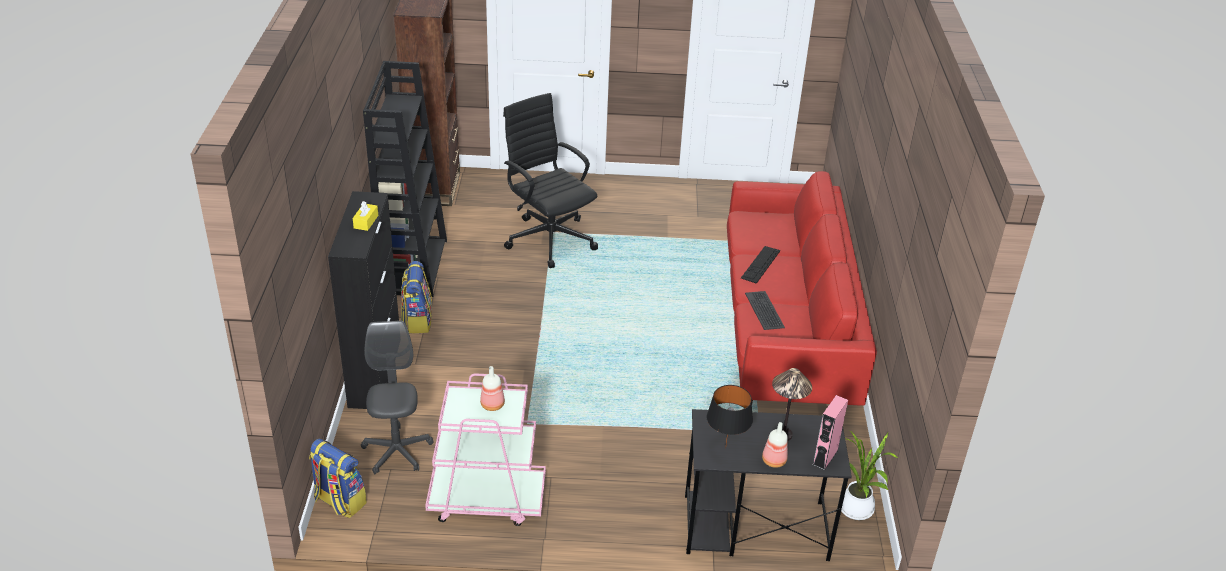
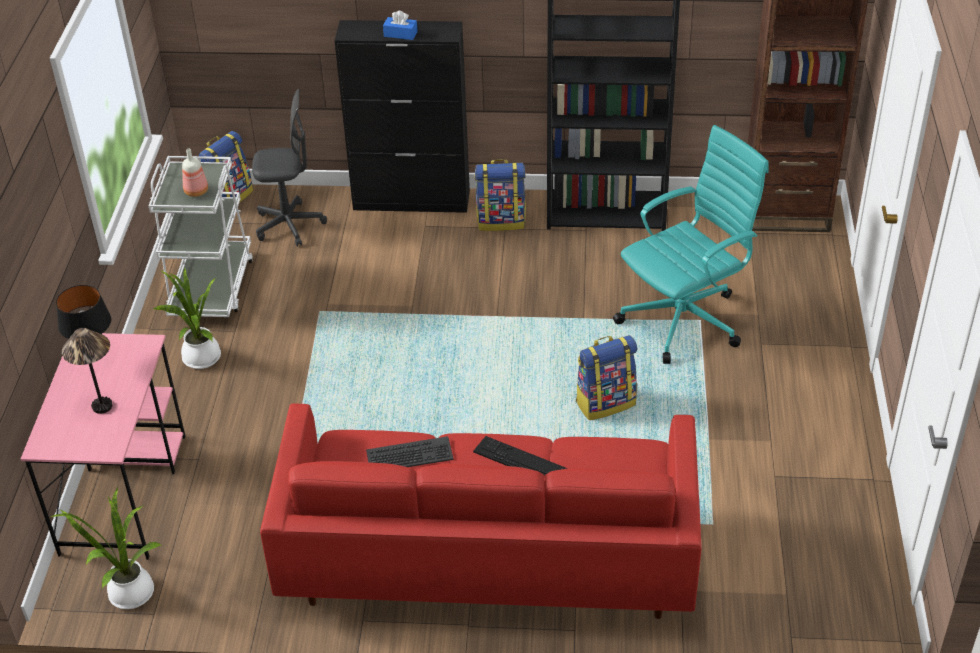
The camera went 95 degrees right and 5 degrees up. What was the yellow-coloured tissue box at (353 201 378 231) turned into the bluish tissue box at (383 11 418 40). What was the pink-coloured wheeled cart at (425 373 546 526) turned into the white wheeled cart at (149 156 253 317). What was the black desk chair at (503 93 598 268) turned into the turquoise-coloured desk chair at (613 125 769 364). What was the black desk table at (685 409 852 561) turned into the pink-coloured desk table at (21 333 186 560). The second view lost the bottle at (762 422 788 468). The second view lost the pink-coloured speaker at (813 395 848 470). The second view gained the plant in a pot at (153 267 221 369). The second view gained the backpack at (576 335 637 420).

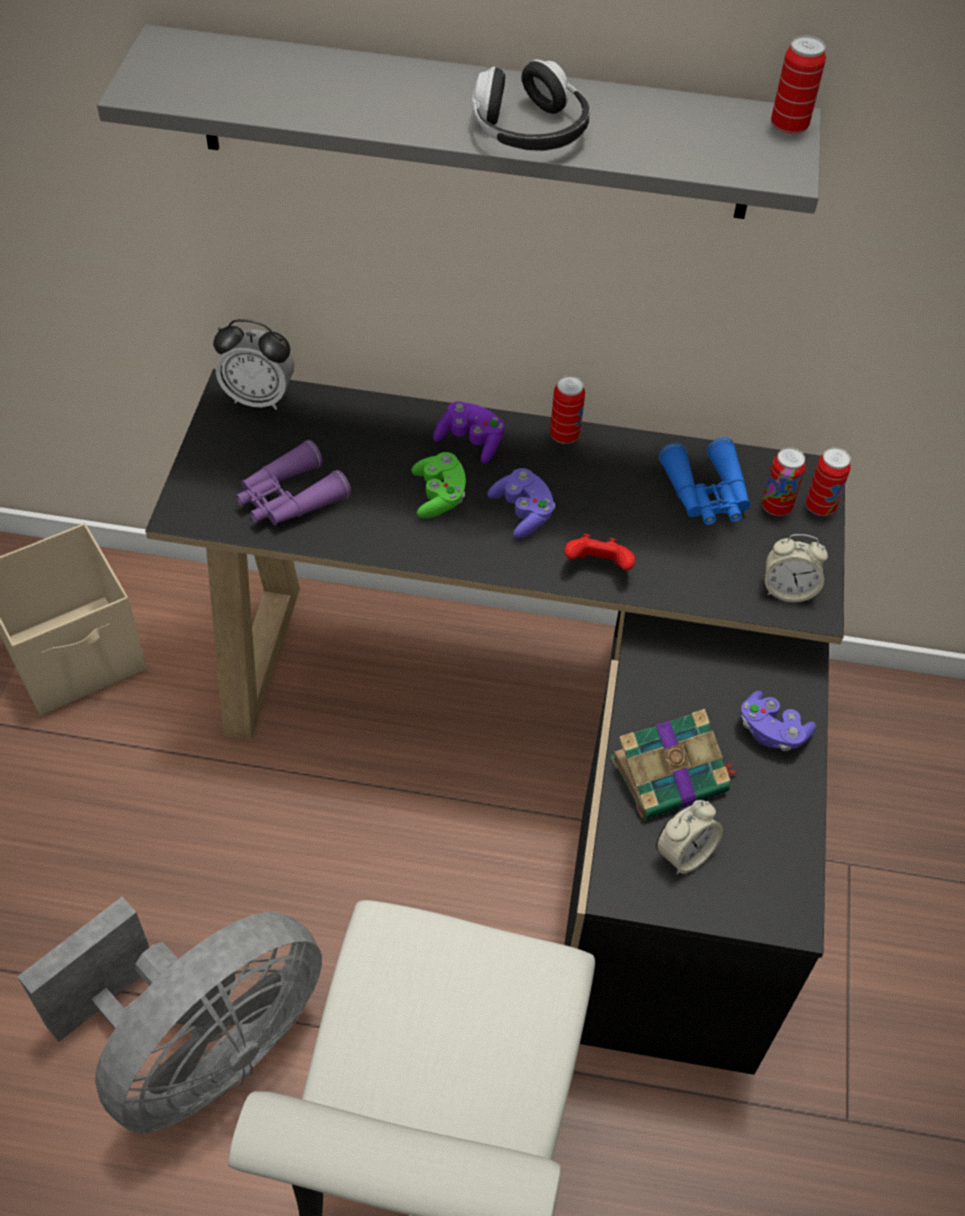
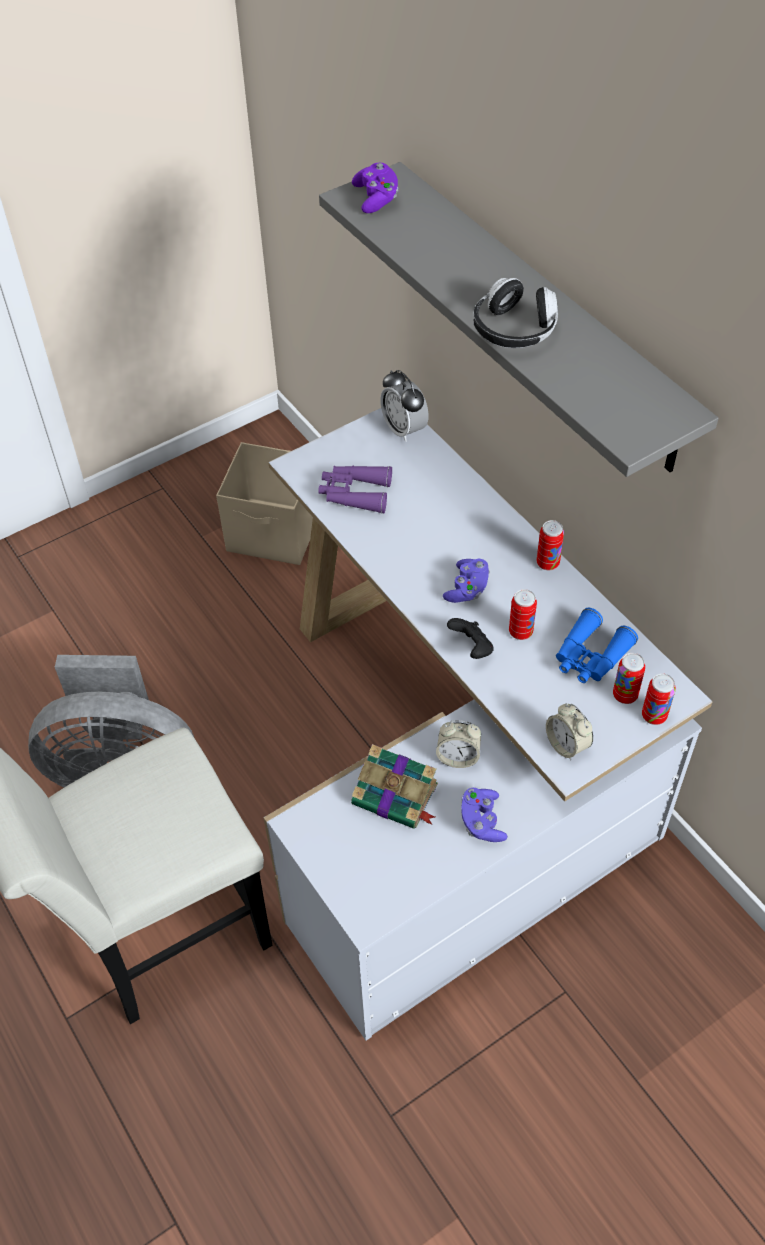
The camera went 50 degrees right and 0 degrees up. What was the black desk table at (145 369 845 1075) turned into the white desk table at (264 408 712 1041). The second view lost the green-coloured joypad at (411 452 466 519). The purple-coloured joypad ended up elsewhere, having gone from (433 401 505 464) to (352 162 398 213). What was the red-coloured joypad at (564 534 635 570) turned into the black joypad at (447 618 494 659). The bedside clock ended up elsewhere, having gone from (656 800 723 875) to (436 720 481 768). The sealed can ended up elsewhere, having gone from (771 36 826 135) to (509 589 537 640).

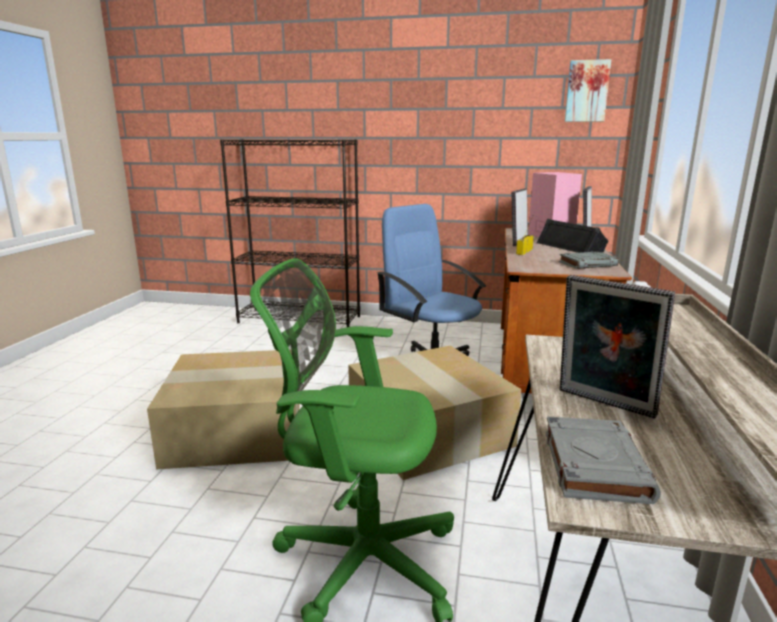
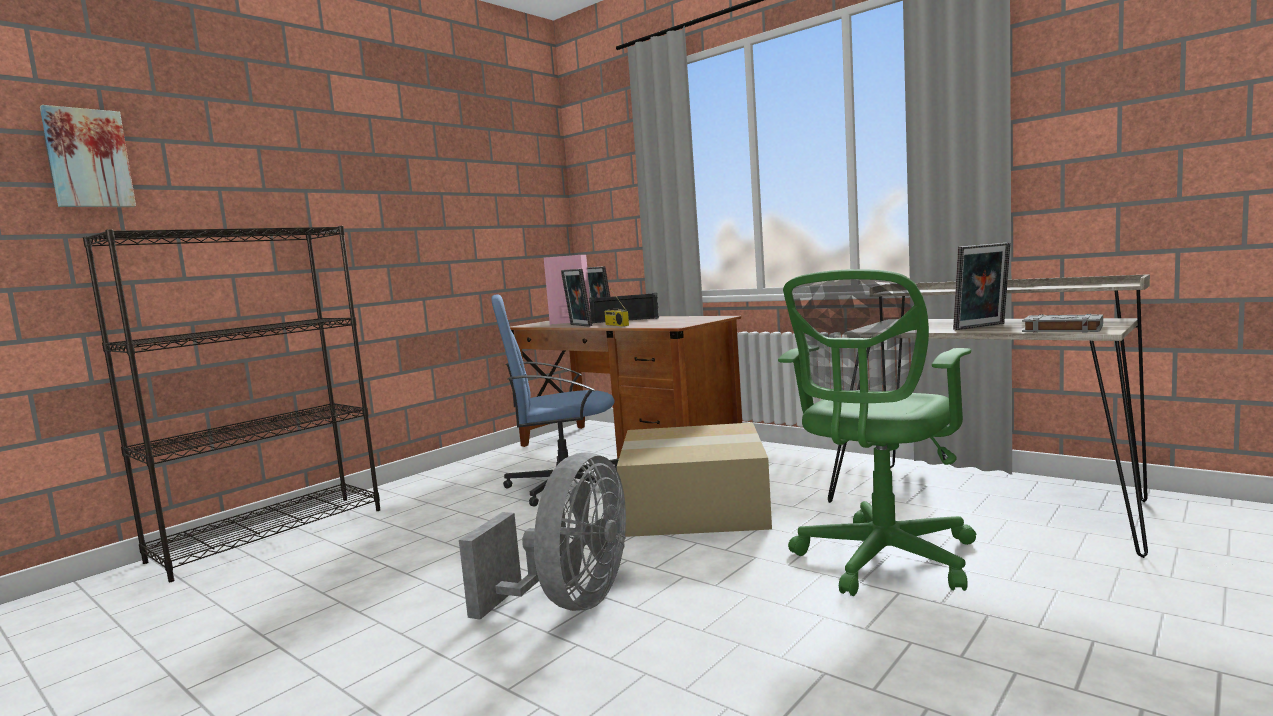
The camera went 60 degrees left and 10 degrees down. Where the carton stood at (147 350 300 470), the gray electric fan came to stand at (459 452 626 620). The second view lost the gray book at (559 251 619 269). The wall picture ended up elsewhere, having gone from (565 59 612 122) to (40 105 136 207).

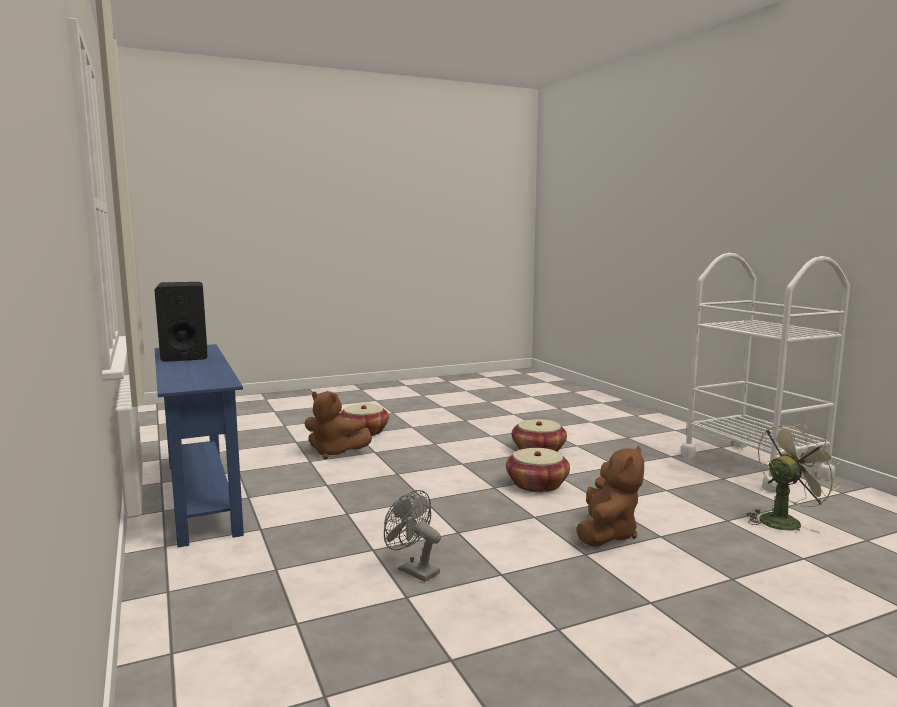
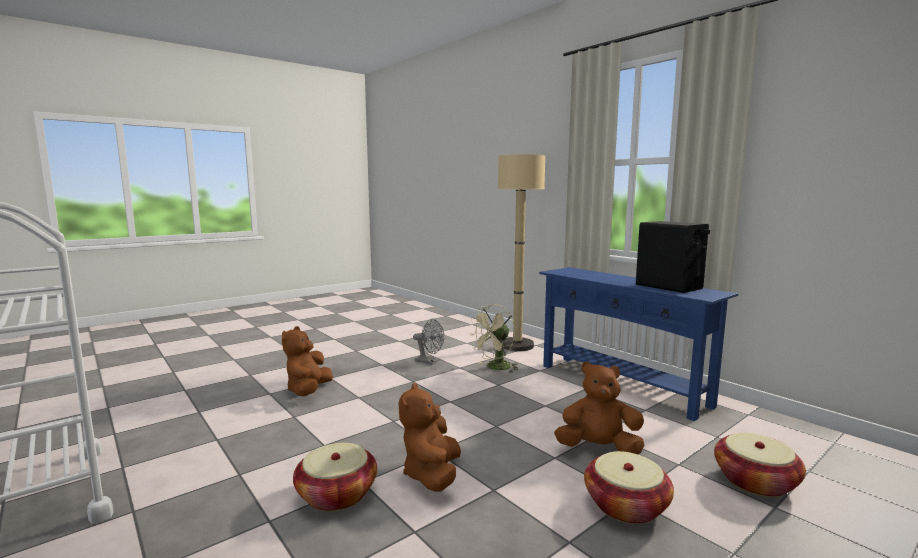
The camera went 165 degrees right and 0 degrees up. The household basket ended up elsewhere, having gone from (506 448 570 493) to (714 432 806 497). The beige-coloured electric fan ended up elsewhere, having gone from (746 423 841 534) to (469 304 519 373). The second view gained the brown cuddly toy at (398 383 461 492). The second view gained the beige-coloured floor lamp at (498 154 545 351).

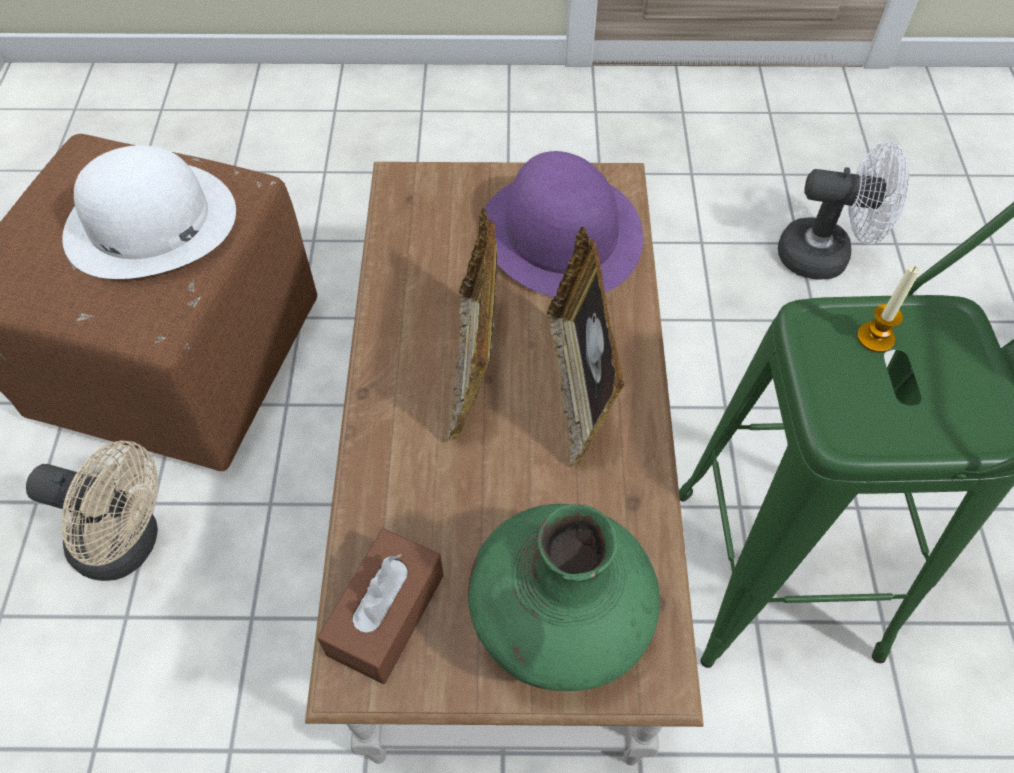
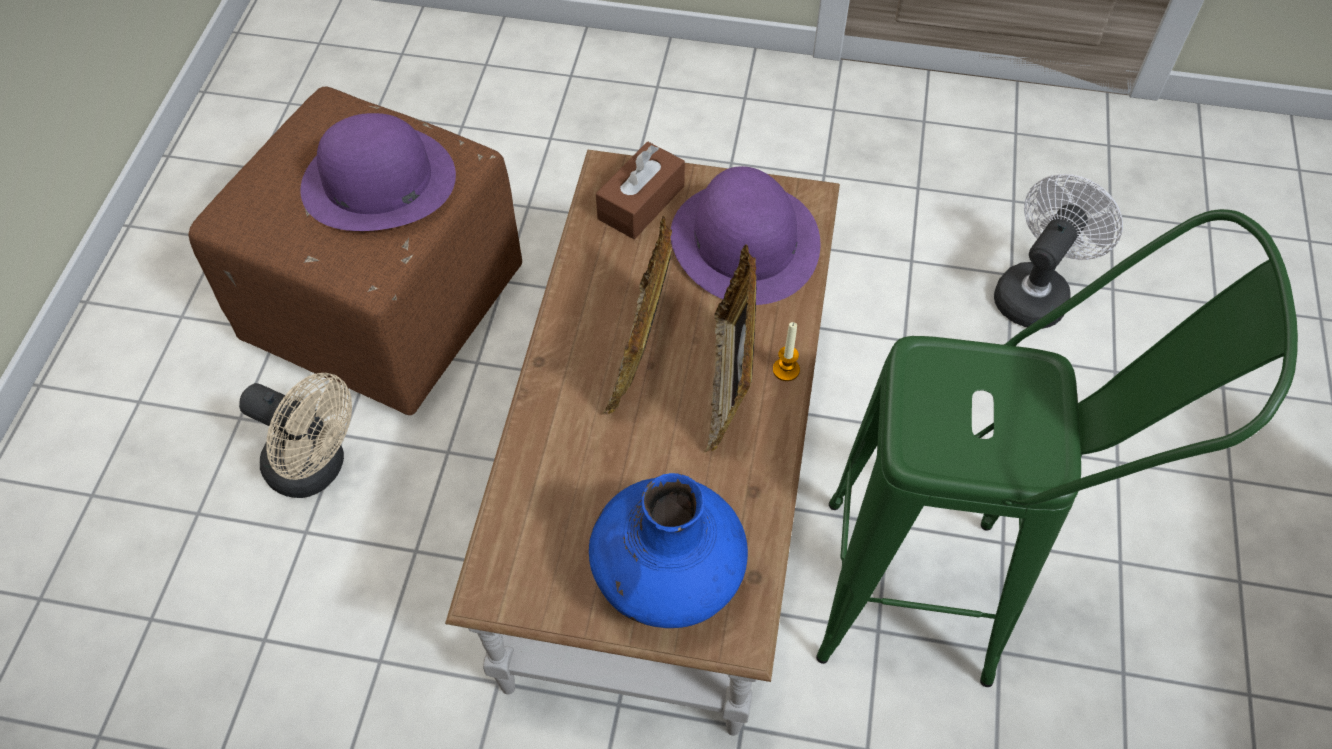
The camera went 10 degrees right and 0 degrees up. What was the white wearable hat at (62 145 236 279) turned into the purple-coloured wearable hat at (300 113 456 231). The brown tissue box ended up elsewhere, having gone from (317 528 444 684) to (596 142 685 239). What was the green-coloured decorative vase at (468 504 660 691) turned into the bluish decorative vase at (589 473 748 628). The white electric fan at (778 142 909 280) ended up facing another way, 75 degrees counterclockwise from before. The wax light ended up elsewhere, having gone from (857 266 920 353) to (773 322 800 381).

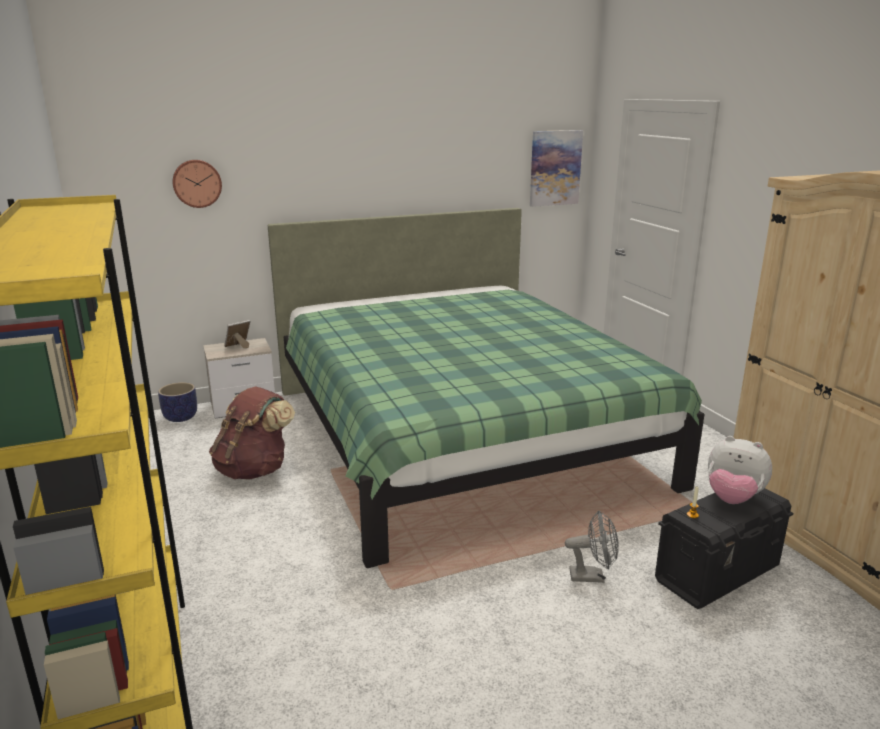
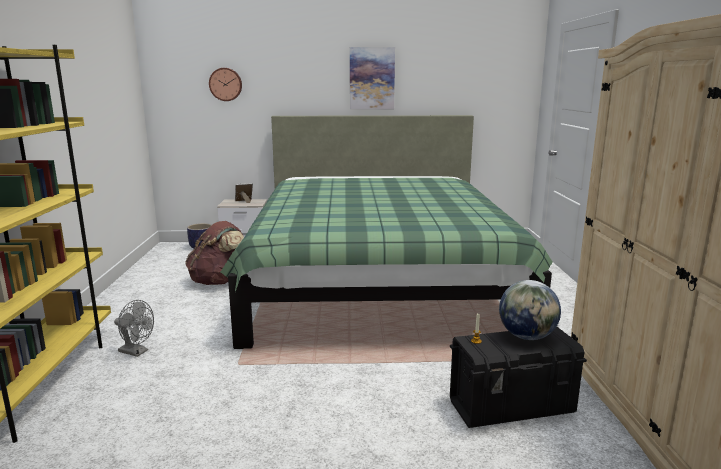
The camera went 20 degrees right and 5 degrees down. The wall picture ended up elsewhere, having gone from (530 130 583 207) to (350 47 395 109). The gray electric fan ended up elsewhere, having gone from (565 510 619 583) to (114 300 154 357). Where the cuddly toy stood at (708 436 772 504), the desk globe came to stand at (499 280 561 340).

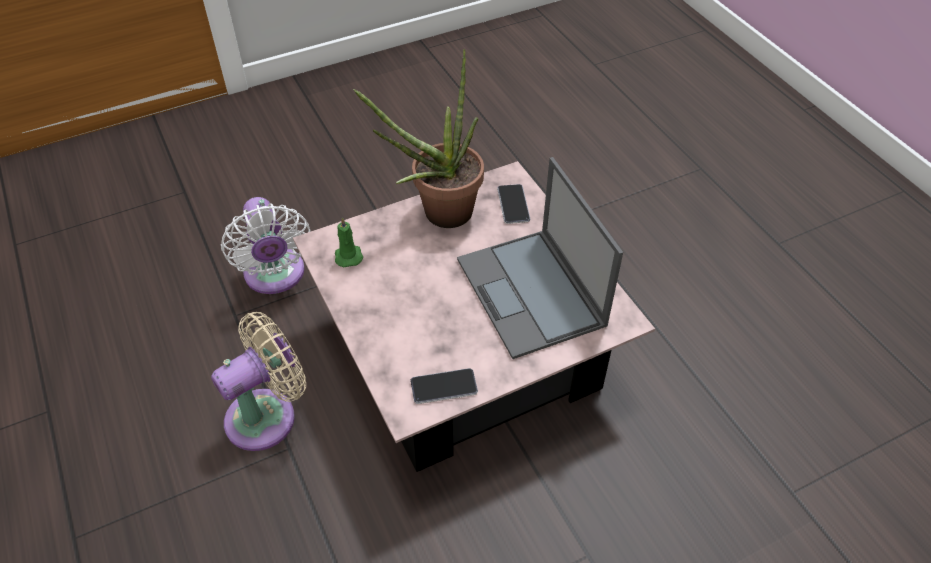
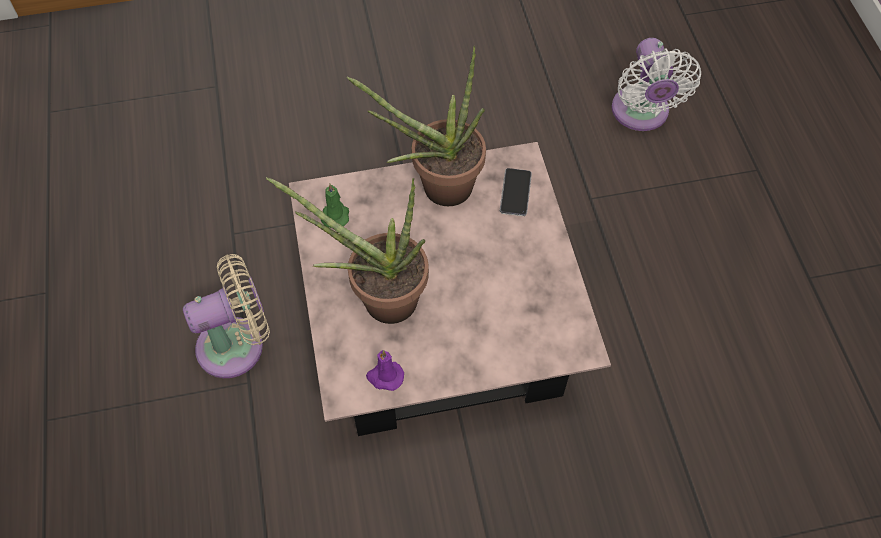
The camera went 15 degrees right and 10 degrees up. The white electric fan ended up elsewhere, having gone from (221 197 311 294) to (612 38 701 131). Where the phone stood at (411 368 478 404), the purple-coloured wax light came to stand at (366 350 404 391). The second view lost the notebook computer at (457 157 623 359). The second view gained the plant in a pot at (266 177 429 324).

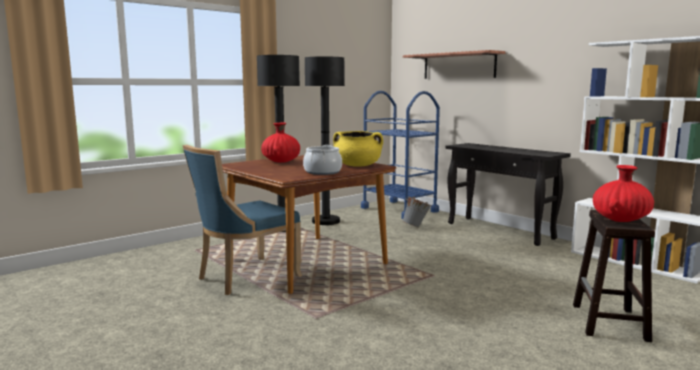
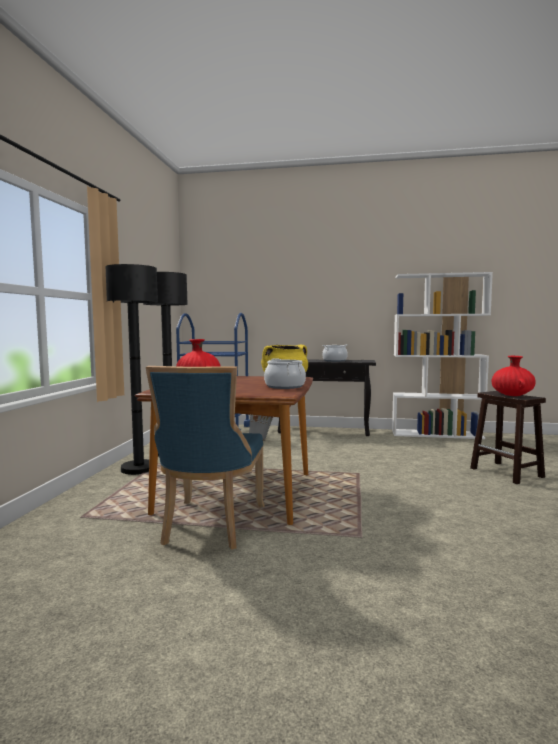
The camera went 40 degrees left and 5 degrees down. The second view lost the wall shelf at (403 50 506 79). The second view gained the cooking pot at (322 344 348 362).

